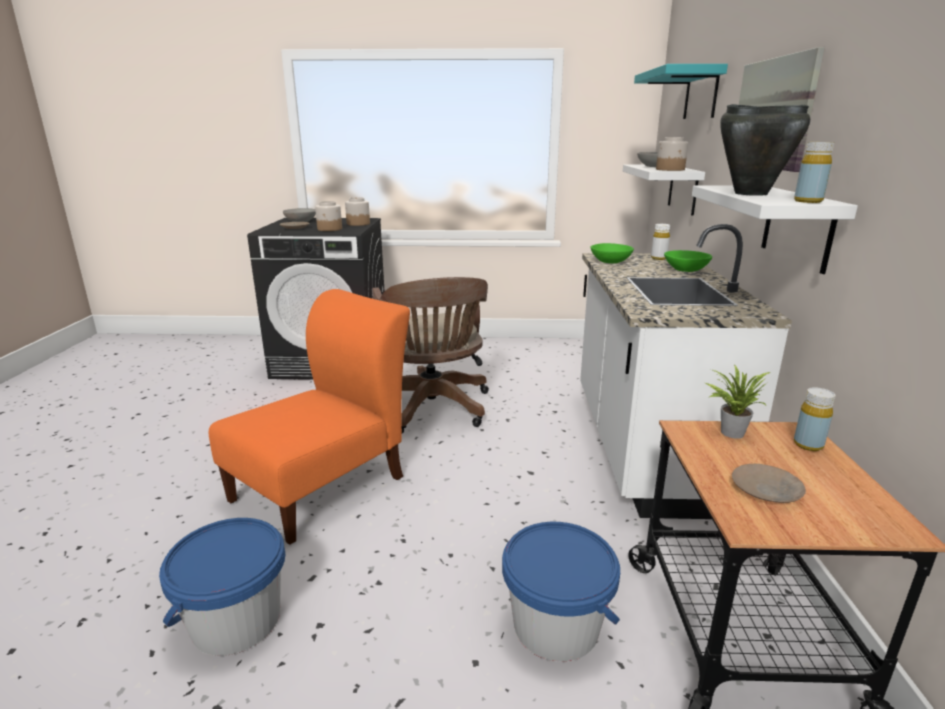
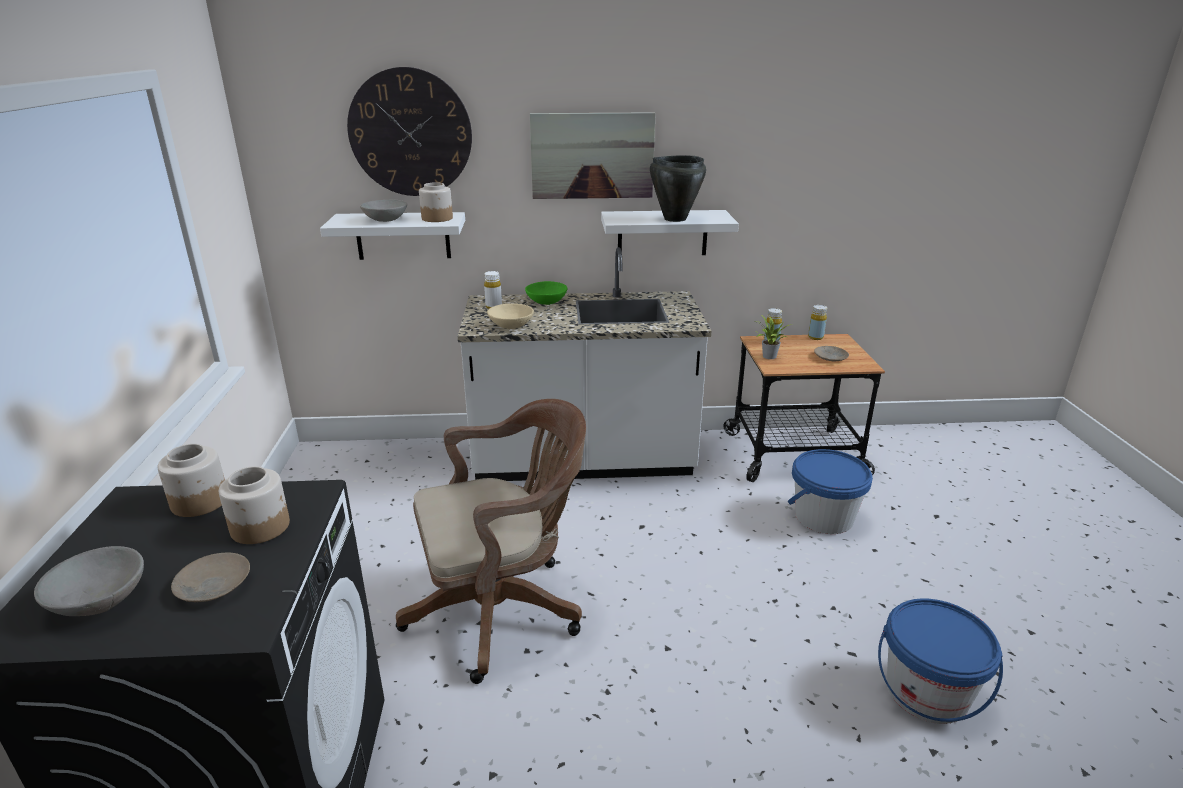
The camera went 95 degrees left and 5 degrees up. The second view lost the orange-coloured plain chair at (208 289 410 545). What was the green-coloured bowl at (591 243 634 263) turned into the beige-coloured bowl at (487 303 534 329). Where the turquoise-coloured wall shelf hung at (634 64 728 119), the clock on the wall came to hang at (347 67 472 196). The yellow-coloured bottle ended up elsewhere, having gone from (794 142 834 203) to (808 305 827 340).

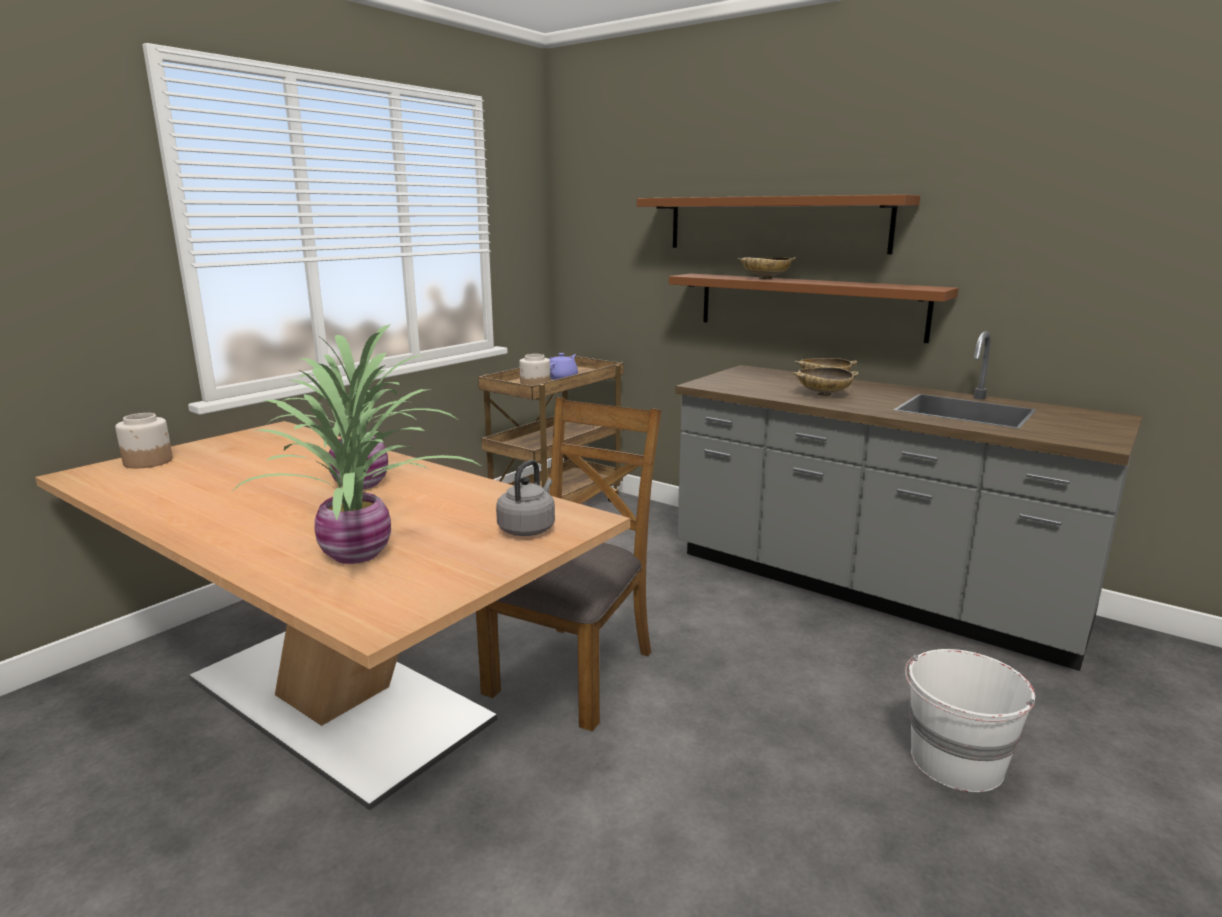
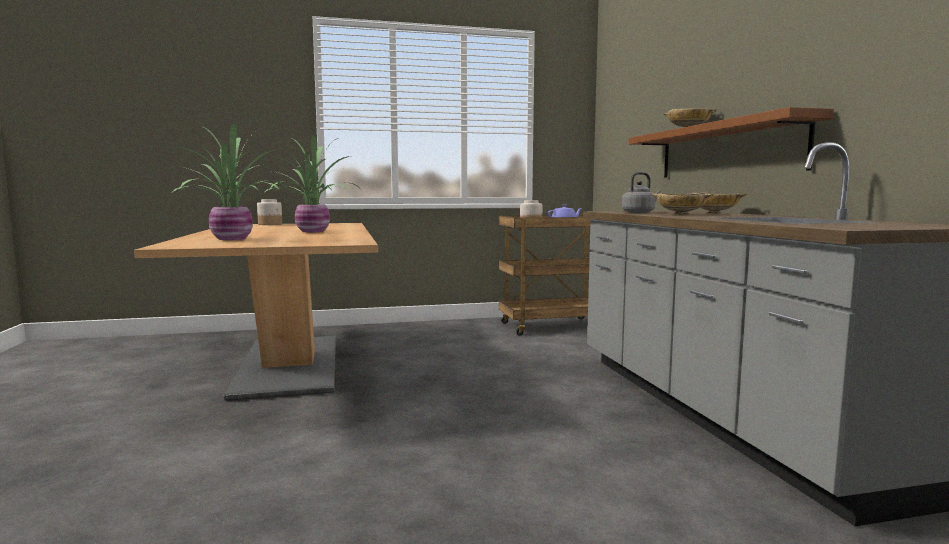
The camera went 40 degrees right and 10 degrees down. The second view lost the brown plain chair at (476 397 661 731). The gray tea kettle ended up elsewhere, having gone from (496 460 555 536) to (622 172 661 213). The second view lost the brown wall shelf at (637 194 920 254). The second view lost the white pail at (905 649 1035 792).

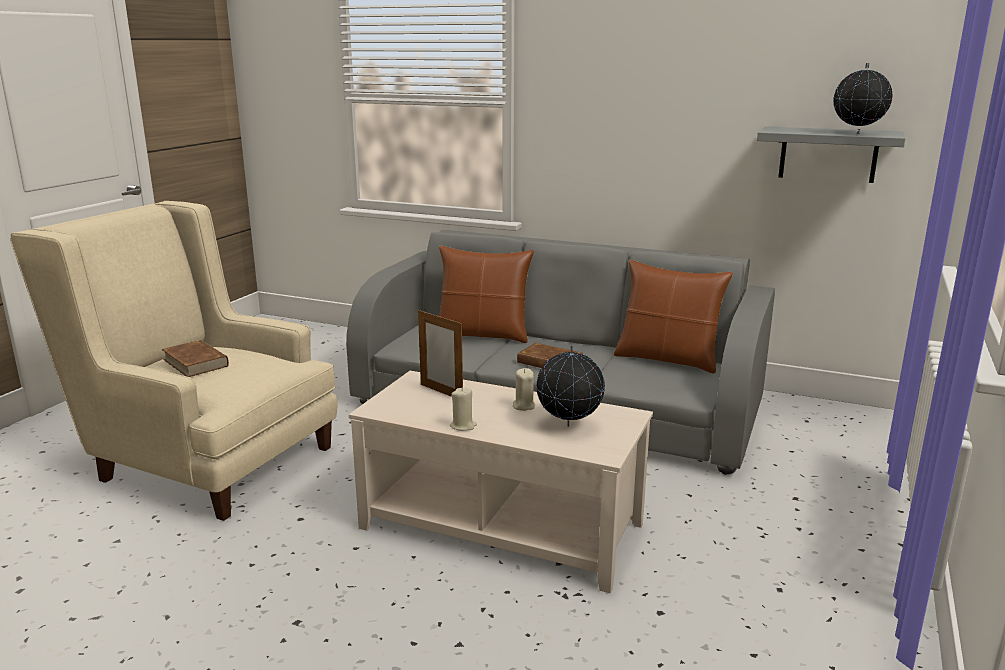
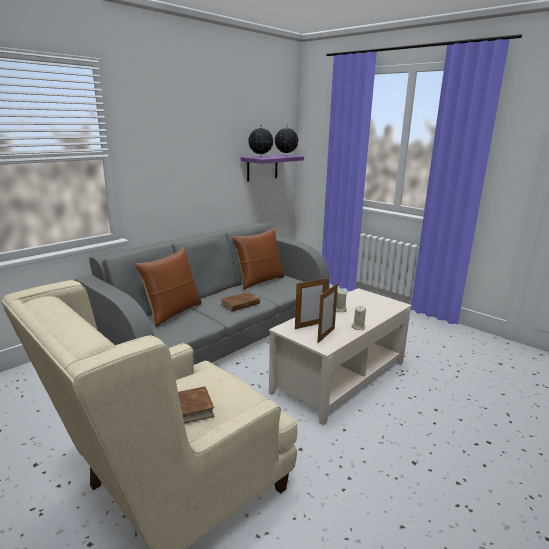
The camera went 70 degrees left and 0 degrees up. The desk globe ended up elsewhere, having gone from (536 345 605 427) to (248 125 274 158). What was the gray wall shelf at (757 126 905 183) turned into the purple-coloured wall shelf at (241 154 304 181). The second view gained the photo frame at (317 283 338 343).

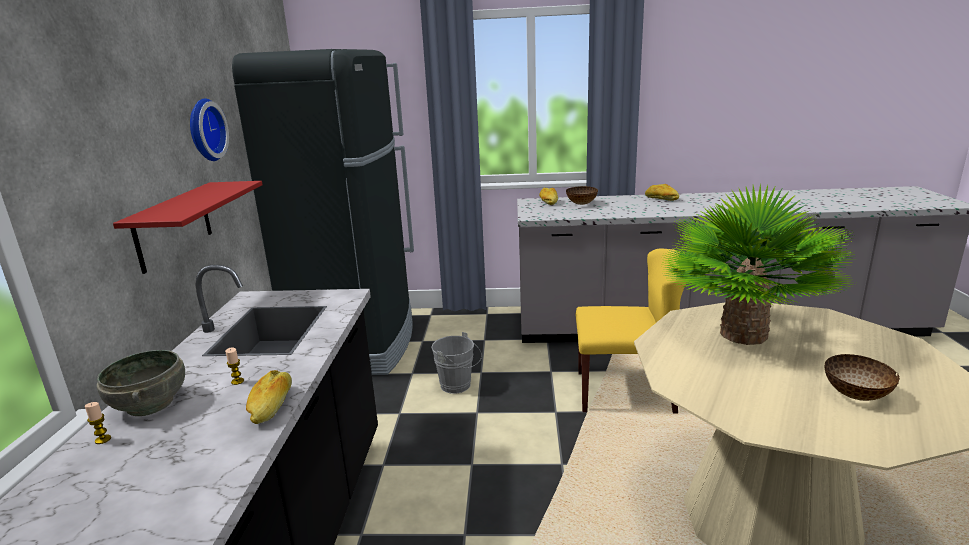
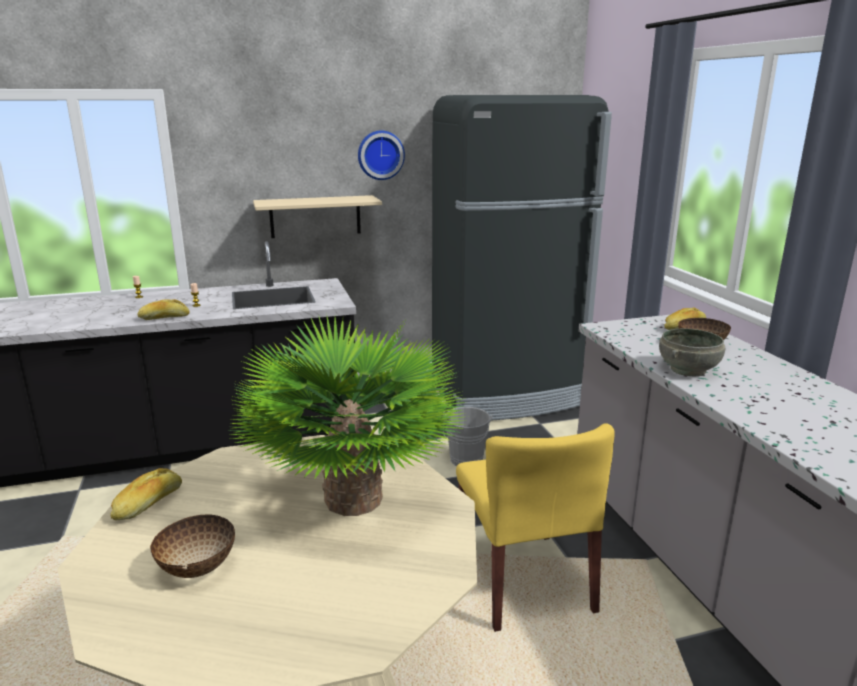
The camera went 70 degrees right and 0 degrees up. The gray bowl ended up elsewhere, having gone from (97 350 185 416) to (659 329 725 377). What was the red-coloured wall shelf at (113 181 263 274) turned into the beige-coloured wall shelf at (253 195 382 238). The baked bread ended up elsewhere, having gone from (645 184 679 201) to (110 468 182 520).

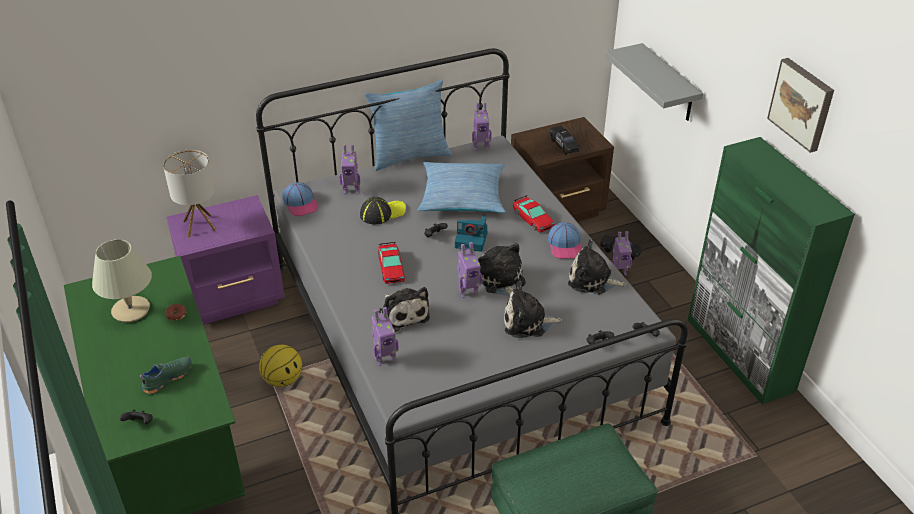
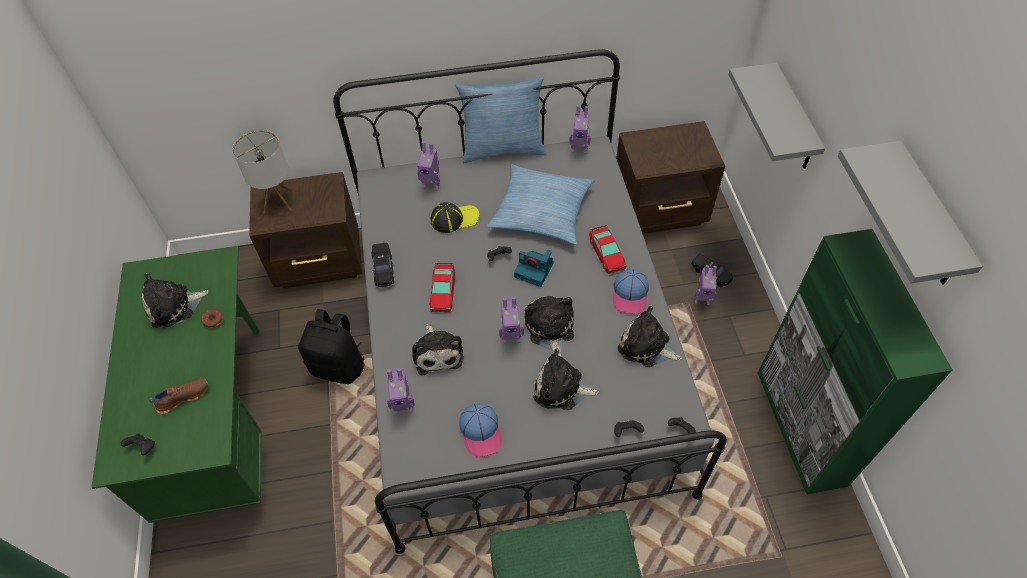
The camera went 15 degrees right and 15 degrees up. Where the beige-coloured lamp for a table stood at (92 239 152 323), the cuddly toy came to stand at (142 272 209 329). What was the green-coloured shoe at (140 357 192 394) turned into the brown shoe at (149 378 208 414). What was the purple-coloured bedside table at (166 195 285 324) turned into the brown bedside table at (249 172 362 288). Where the basketball stood at (259 345 302 387), the black backpack came to stand at (298 309 364 384). The cap ended up elsewhere, having gone from (282 182 318 216) to (459 404 502 457). The black miniature car ended up elsewhere, having gone from (549 126 580 155) to (372 243 394 287). Where the wall picture hung at (767 58 834 153), the gray wall shelf came to hang at (838 141 983 285).

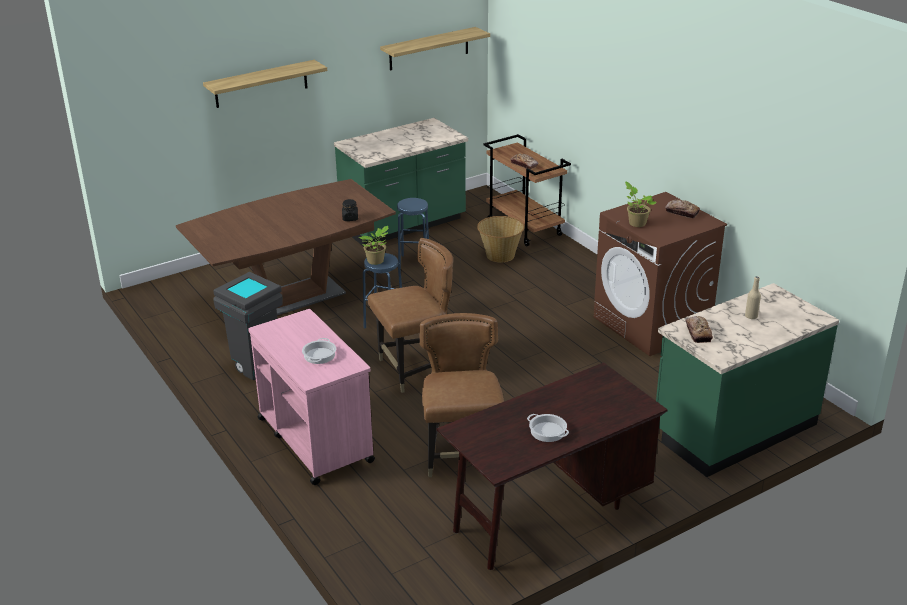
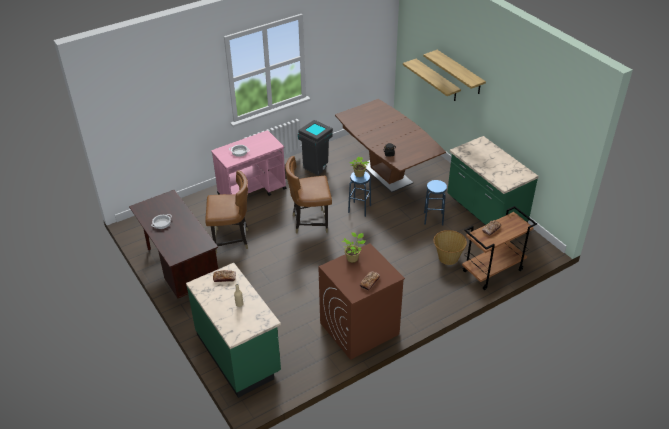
The camera went 90 degrees right and 10 degrees up. The brown plain chair at (368 238 453 393) ended up facing another way, 105 degrees clockwise from before. The wall shelf ended up elsewhere, having gone from (380 27 490 71) to (403 59 461 101).

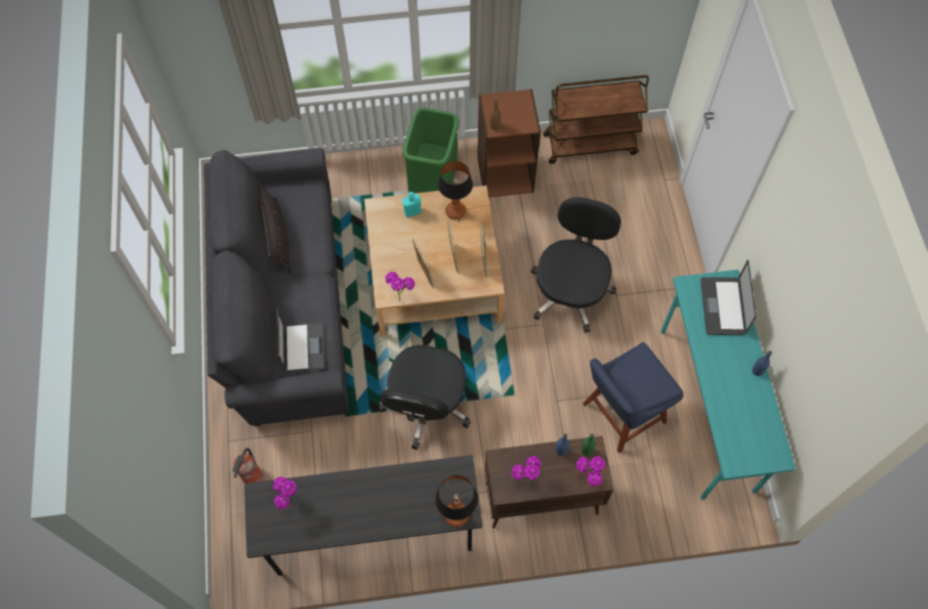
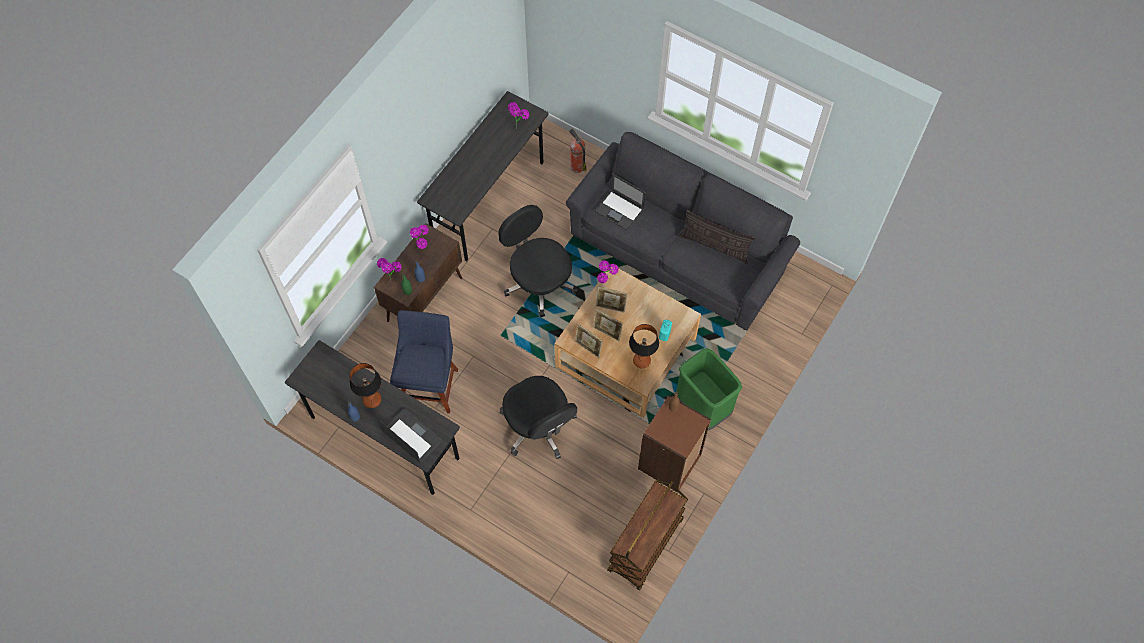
The camera went 130 degrees right and 0 degrees up. The lamp for a table ended up elsewhere, having gone from (435 475 478 527) to (350 363 381 408). What was the turquoise-coloured desk table at (661 270 795 500) turned into the gray desk table at (285 340 460 495).

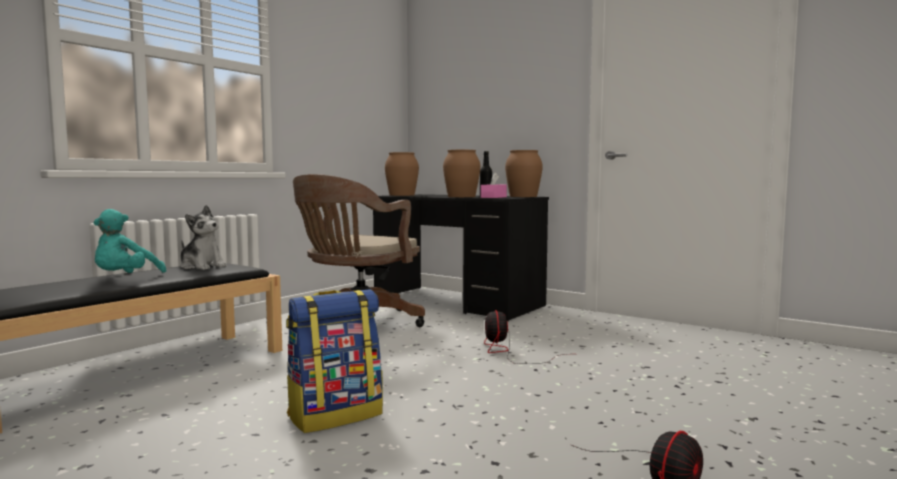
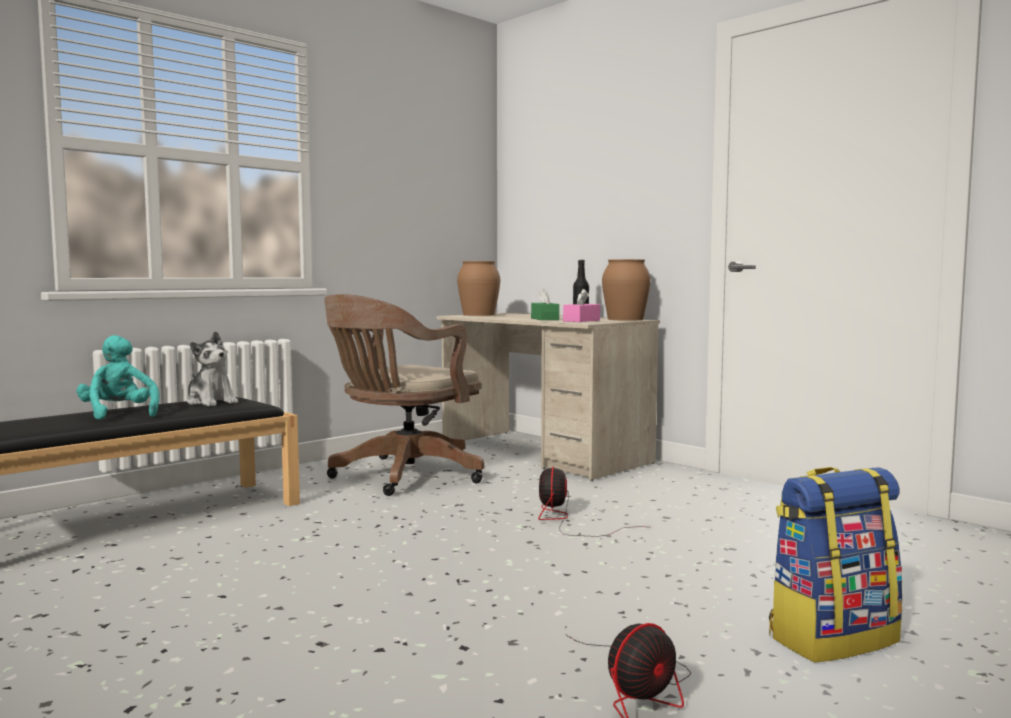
The camera went 10 degrees right and 0 degrees up. The turquoise-coloured cuddly toy at (93 209 166 273) ended up facing another way, 120 degrees clockwise from before. The backpack ended up elsewhere, having gone from (286 289 383 433) to (769 467 903 663). What was the black desk table at (373 194 549 321) turned into the beige-coloured desk table at (436 313 660 481). Where the brown decorative vase stood at (443 150 480 197), the green-coloured tissue box came to stand at (531 288 559 320).

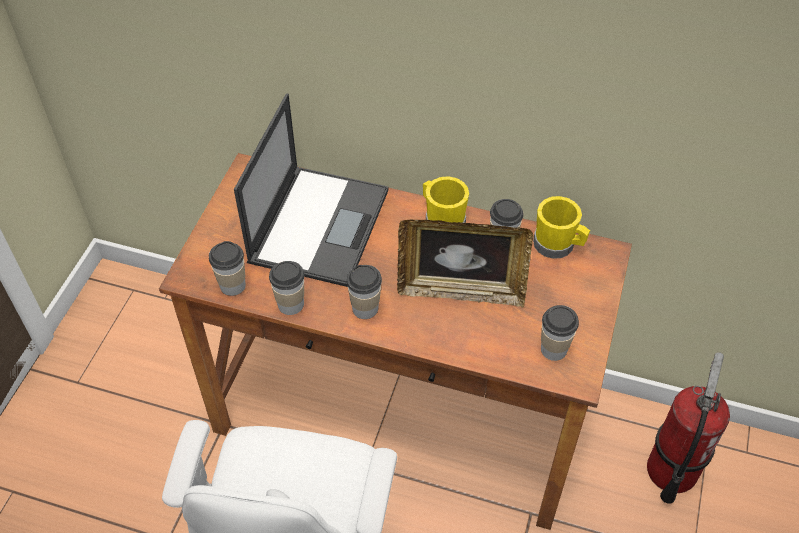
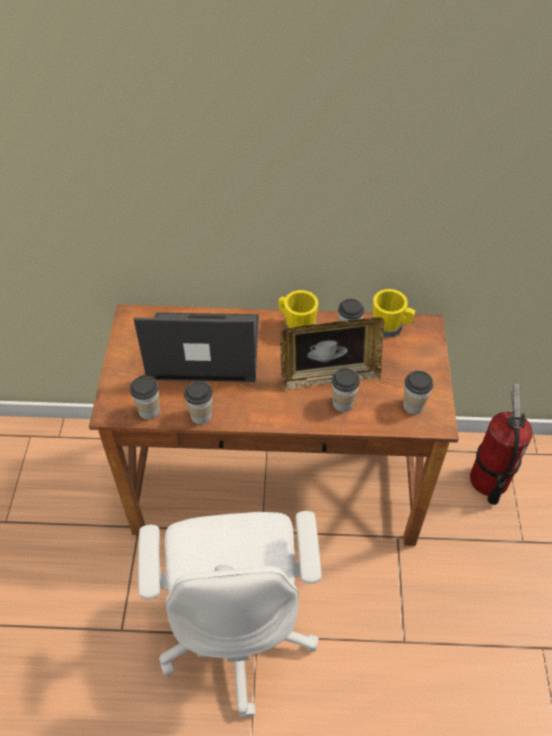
The camera went 15 degrees left and 0 degrees up. The notebook computer at (234 93 388 287) ended up facing another way, 90 degrees counterclockwise from before. The small cup ended up elsewhere, having gone from (346 265 382 319) to (332 368 360 412).

